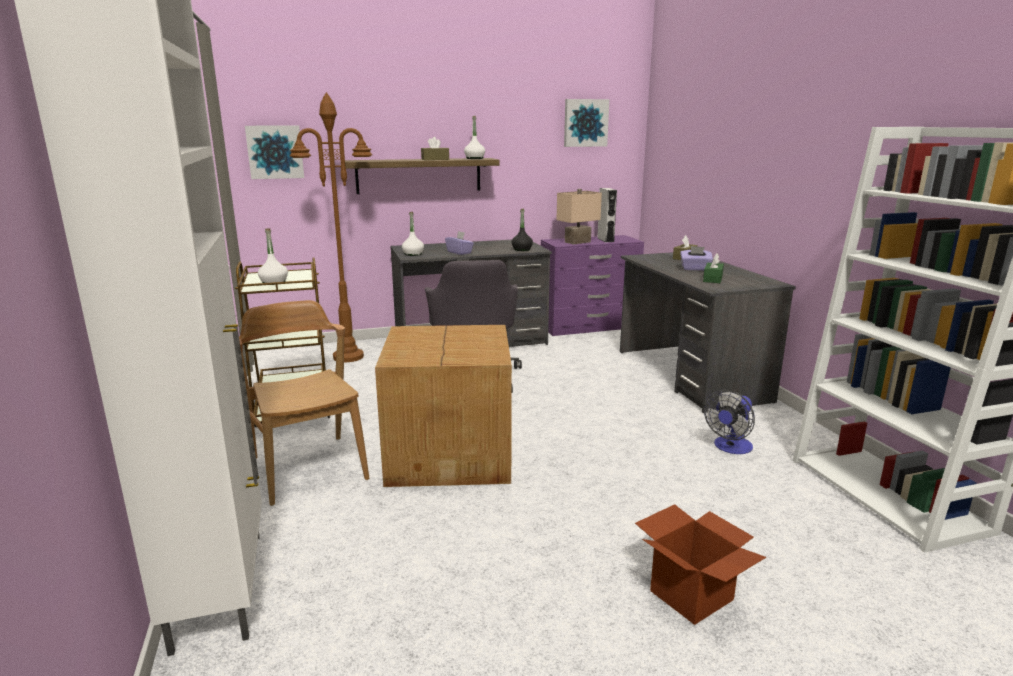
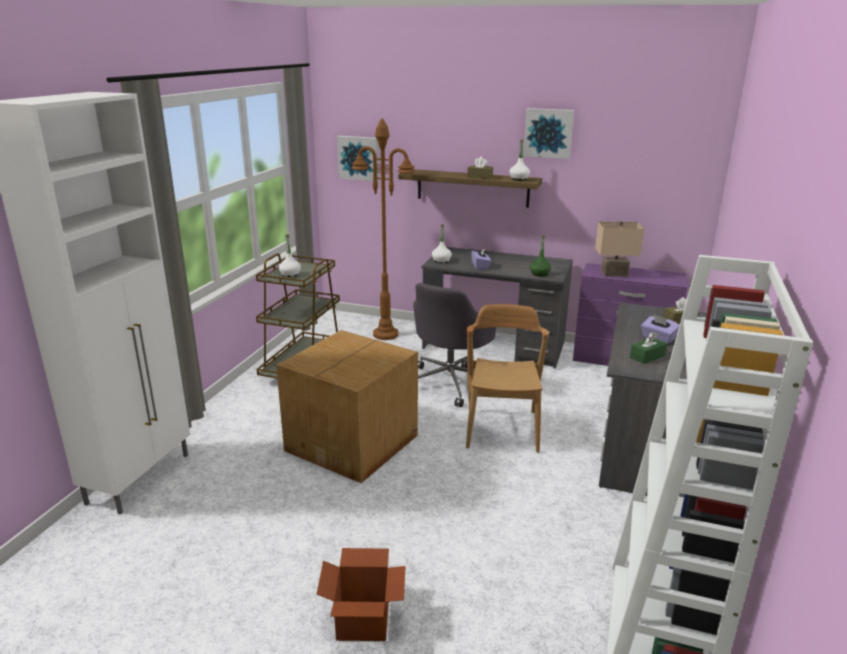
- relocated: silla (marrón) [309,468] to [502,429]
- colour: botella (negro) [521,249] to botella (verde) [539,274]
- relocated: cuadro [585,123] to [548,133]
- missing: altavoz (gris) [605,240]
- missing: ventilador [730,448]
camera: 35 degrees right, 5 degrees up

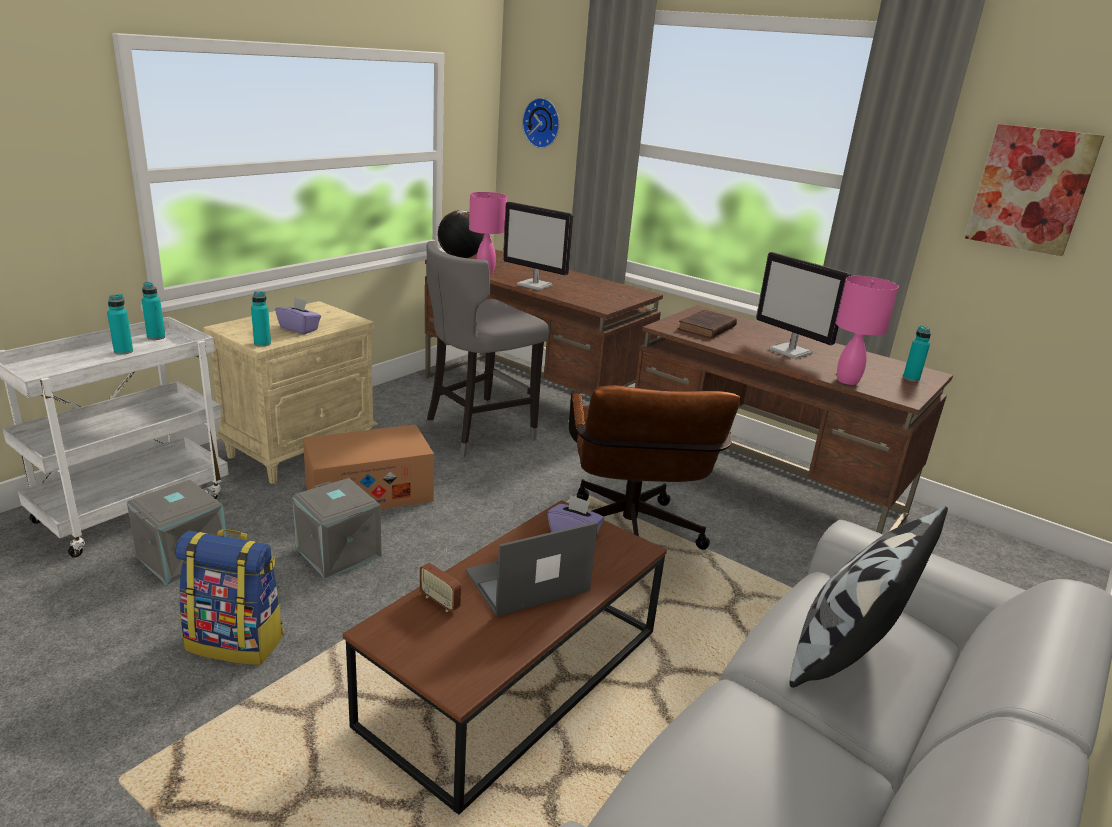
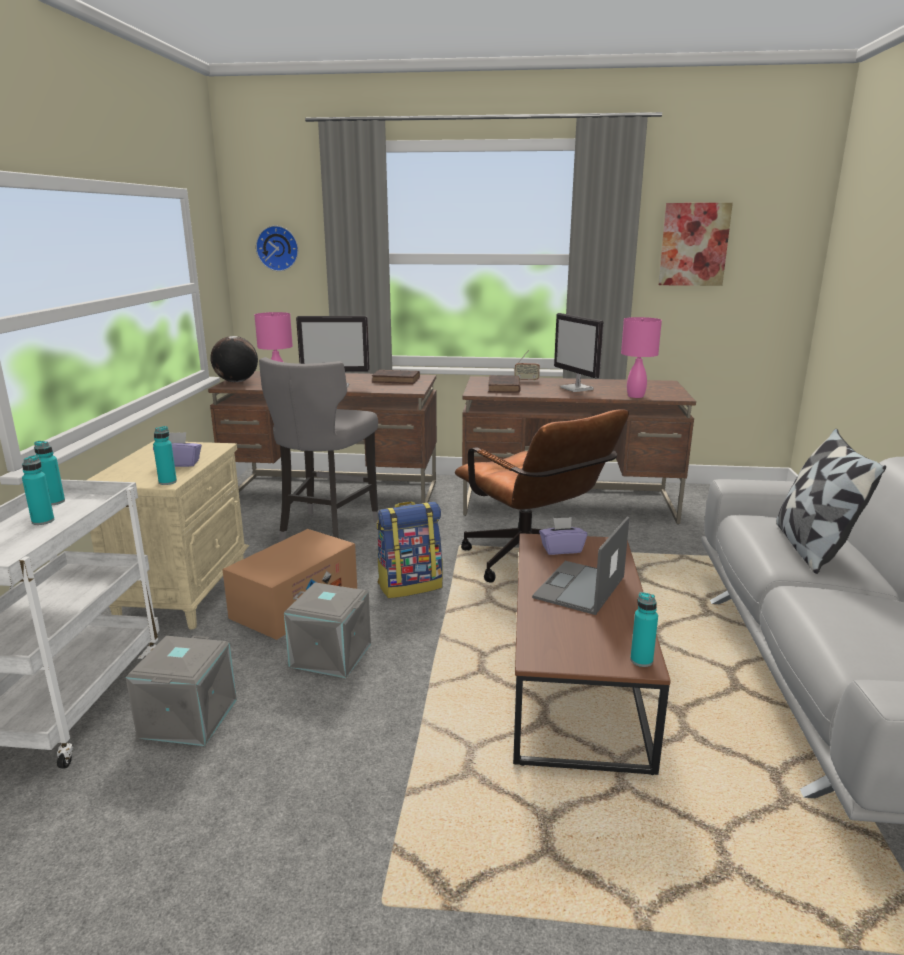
- relocated: mochila [237,642] to [410,585]
- relocated: radio [440,602] to [526,380]
- spun: monitor [791,352] = [577,388] 45 degrees clockwise
- relocated: botella (turquesa) [911,378] to [641,660]
- appeared: libro (marrón) [397,380]
camera: 30 degrees left, 5 degrees down

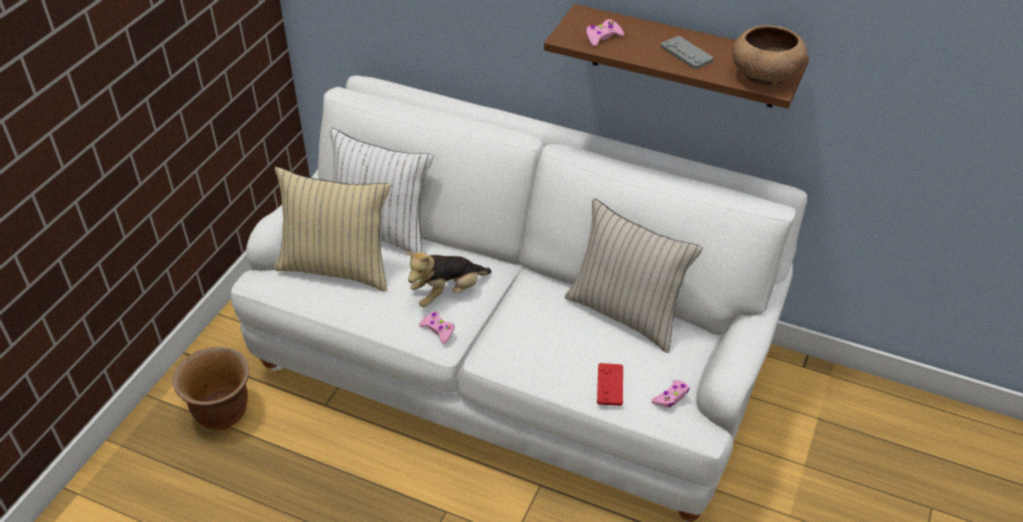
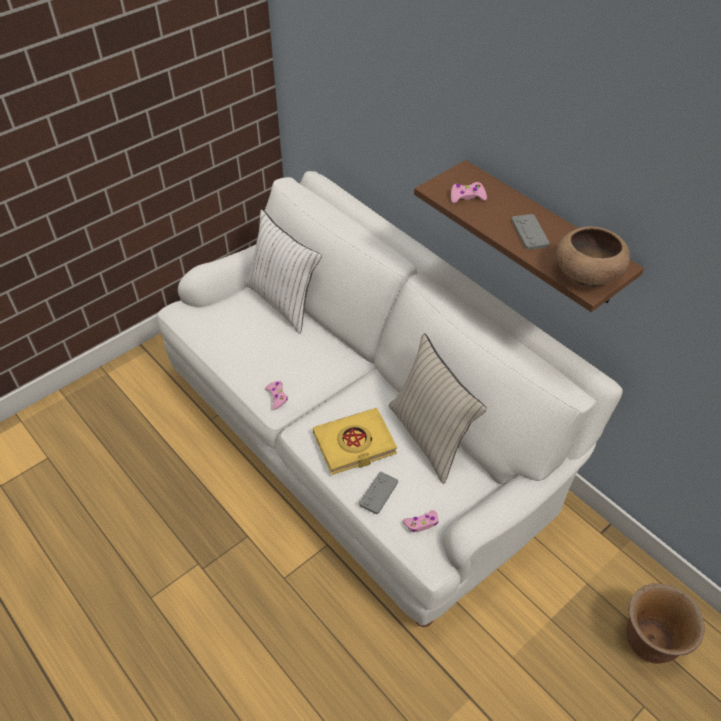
- relocated: maceta (marrón) [222,413] to [649,641]
- missing: cojín (beis) [337,268]
- missing: peluche [448,293]
- colour: mando de consola (rojo) [610,385] to mando de consola (gris) [378,493]
- appeared: libro (amarillo) [354,444]
camera: 25 degrees right, 5 degrees up

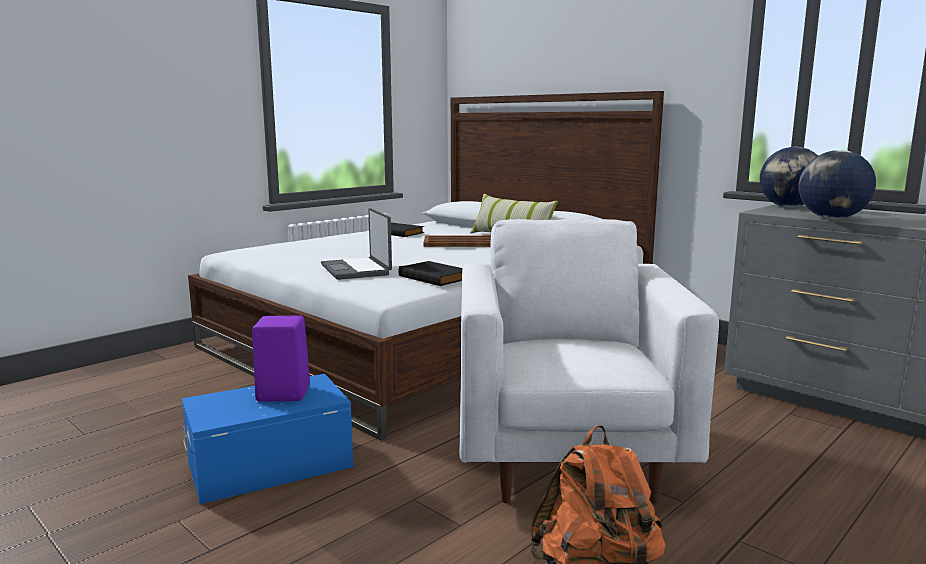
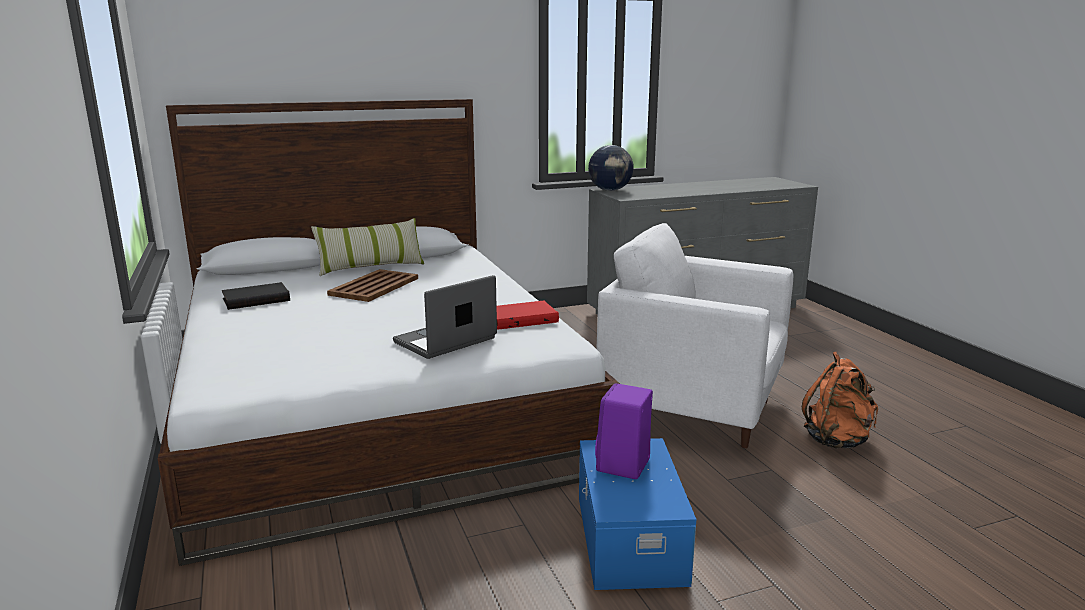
- spun: portátil [357,270] = [446,341] 135 degrees clockwise
- colour: libro (negro) [435,277] to libro (rojo) [521,318]
- missing: globo terráqueo [831,218]
camera: 65 degrees left, 5 degrees up

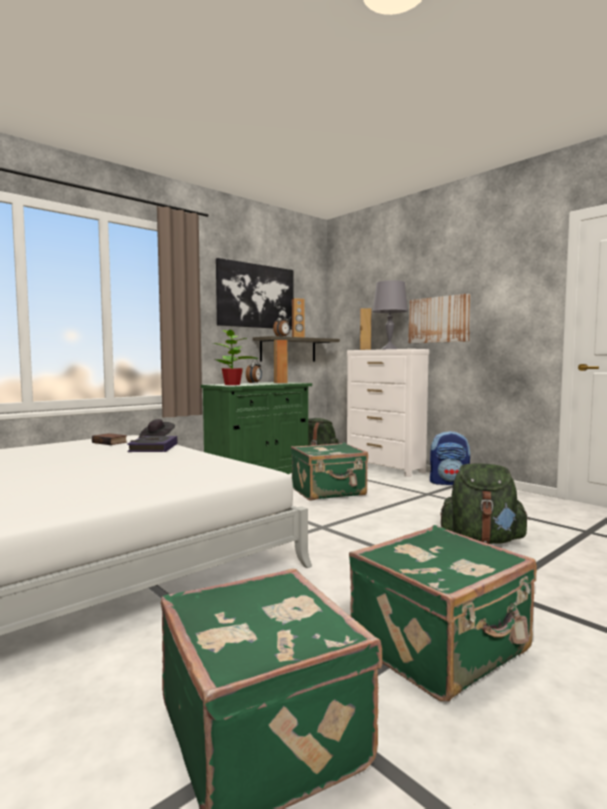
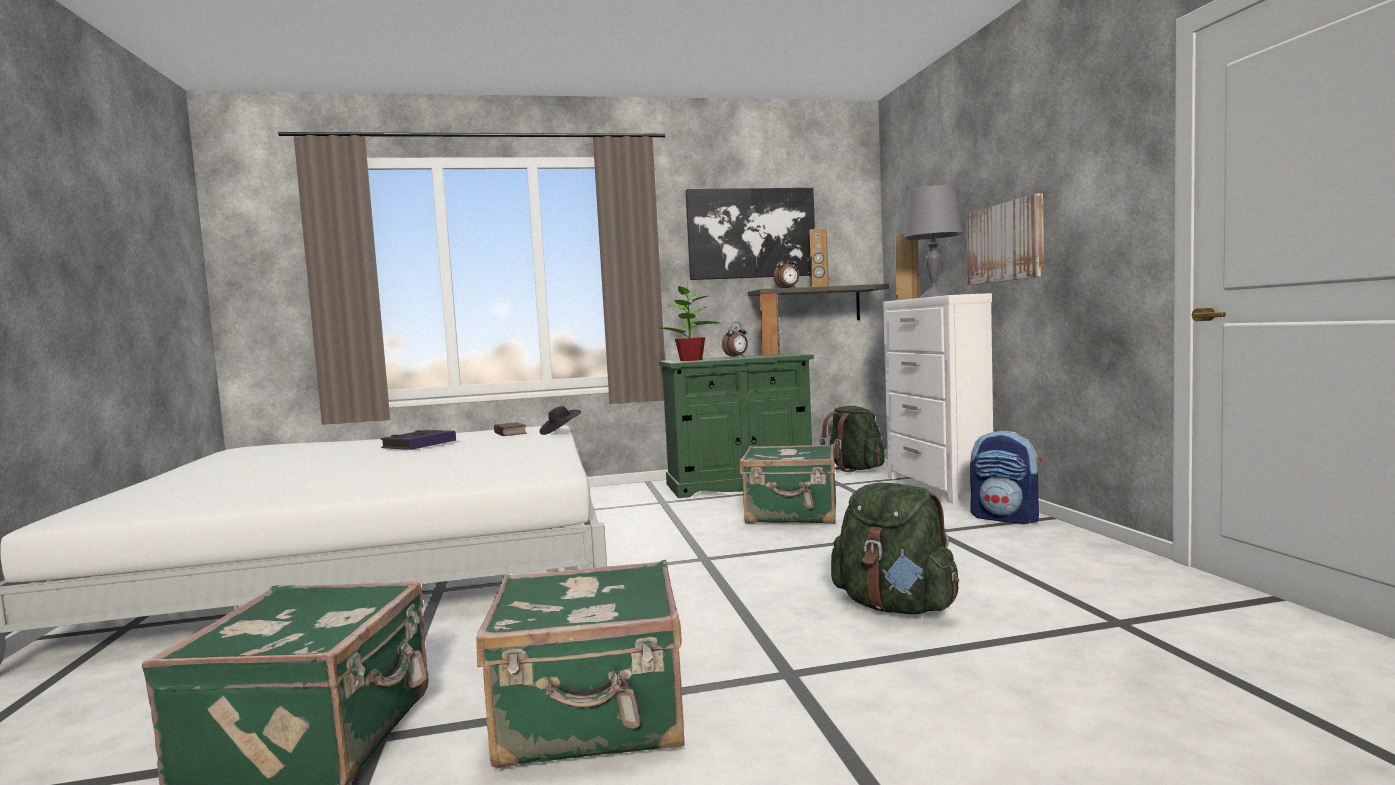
- relocated: libro [153,448] to [419,445]
camera: 30 degrees right, 0 degrees up

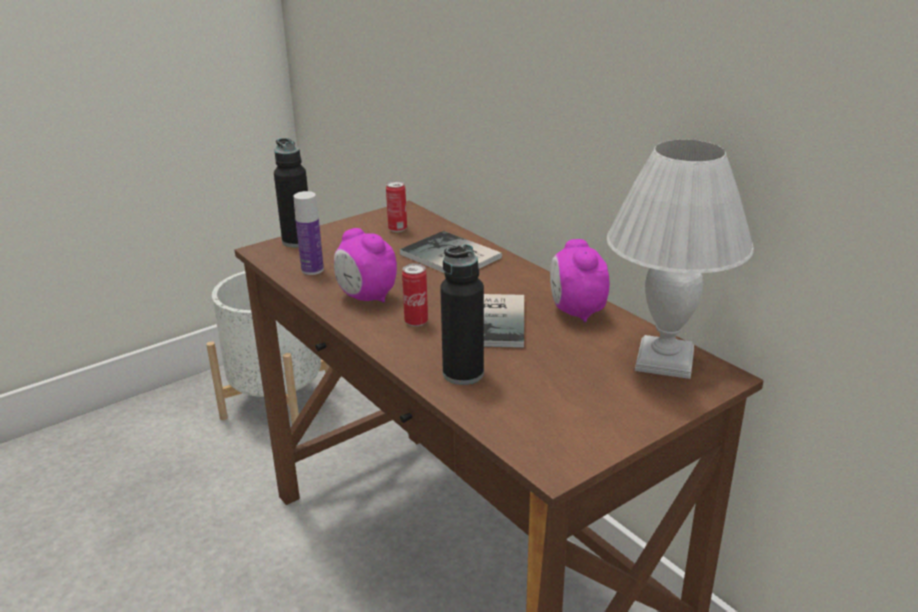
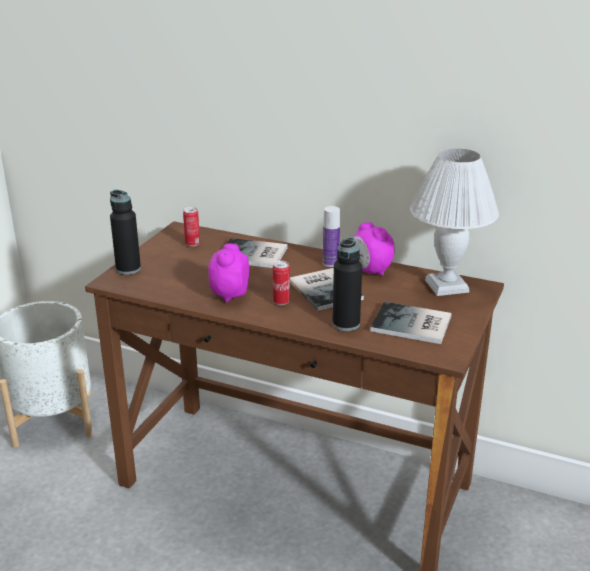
- relocated: botella [312,270] to [330,263]
- spun: despertador [366,297] = [229,295] 90 degrees clockwise
- appeared: libro [413,325]
camera: 30 degrees left, 0 degrees up

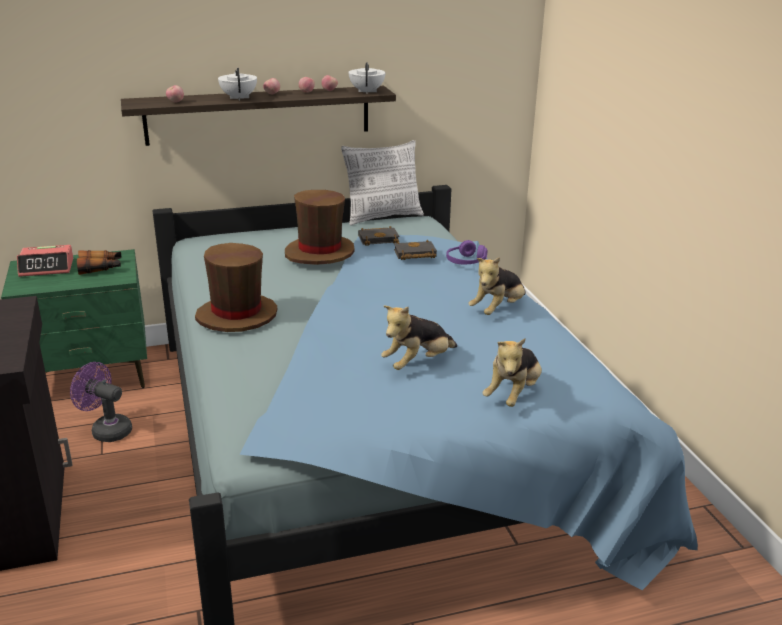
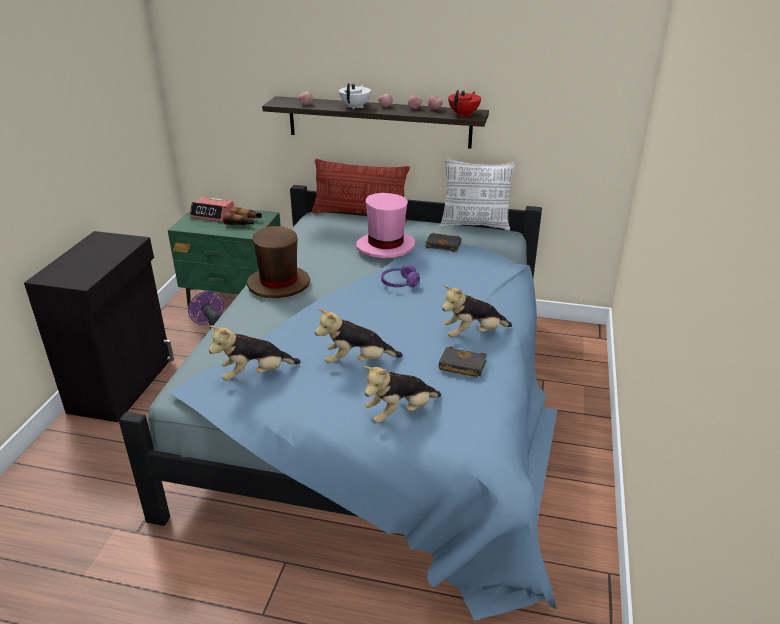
- colour: sombrero (marrón) [320,253] to sombrero (rosa) [385,246]
- colour: tetera (blanco) [367,91] to tetera (rojo) [464,114]
- relocated: libro (negro) [414,254] to [460,366]
- relocated: auriculares (morado) [465,262] to [399,283]
- appeared: peluche [255,374]
- appeared: cojín [360,214]
camera: 30 degrees right, 5 degrees up

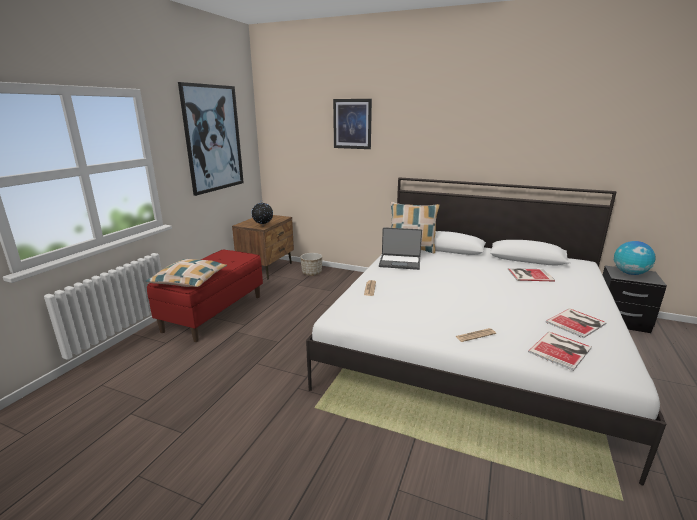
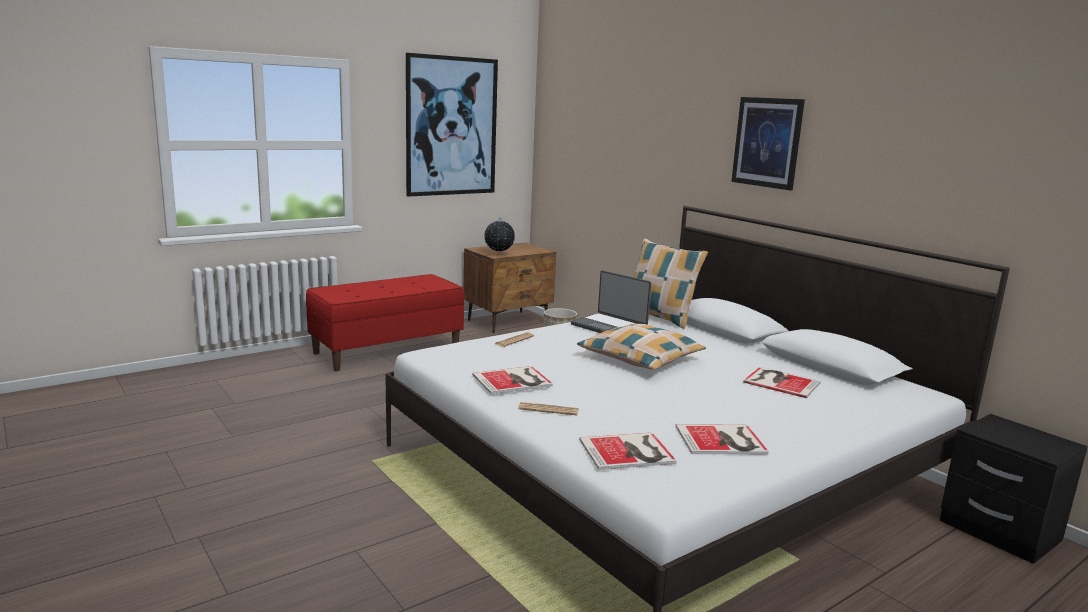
- relocated: cojín [189,280] to [640,358]
- relocated: cuadro [352,124] to [767,142]
- missing: globo terráqueo [629,273]
- appeared: libro [514,380]
camera: 30 degrees right, 5 degrees down

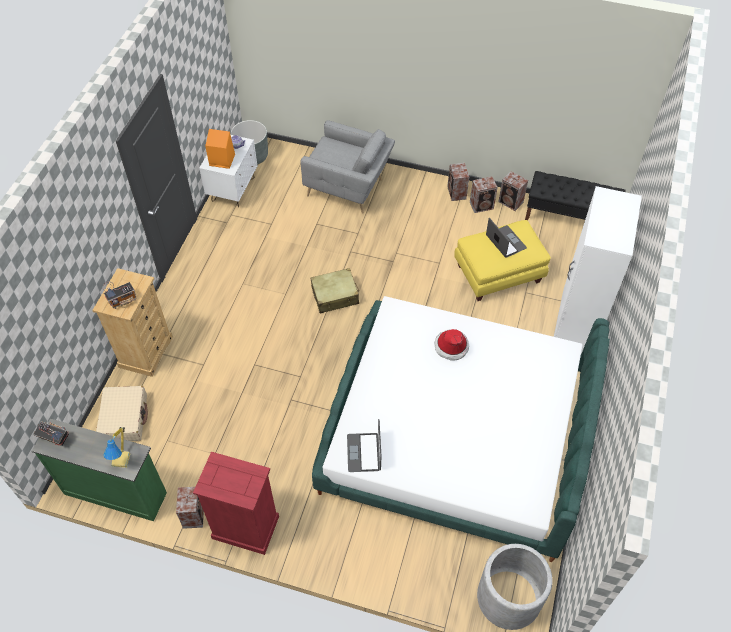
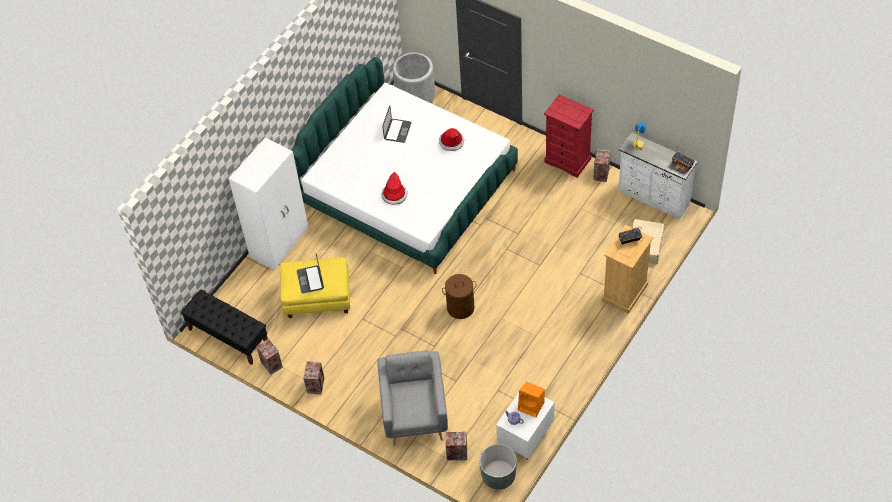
- colour: cómoda (verde) [115,492] to cómoda (blanco) [653,198]
- spun: sillón (gris) [348,189] = [415,413] 45 degrees clockwise
- exchanged: maleta (beis) [335,296] to cesto de la ropa (marrón) [460,308]
- relocated: portátil [364,452] to [397,131]
- relocated: altavoz [482,205] to [456,453]
- appeared: sombrero [451,142]
camera: 160 degrees left, 0 degrees up

